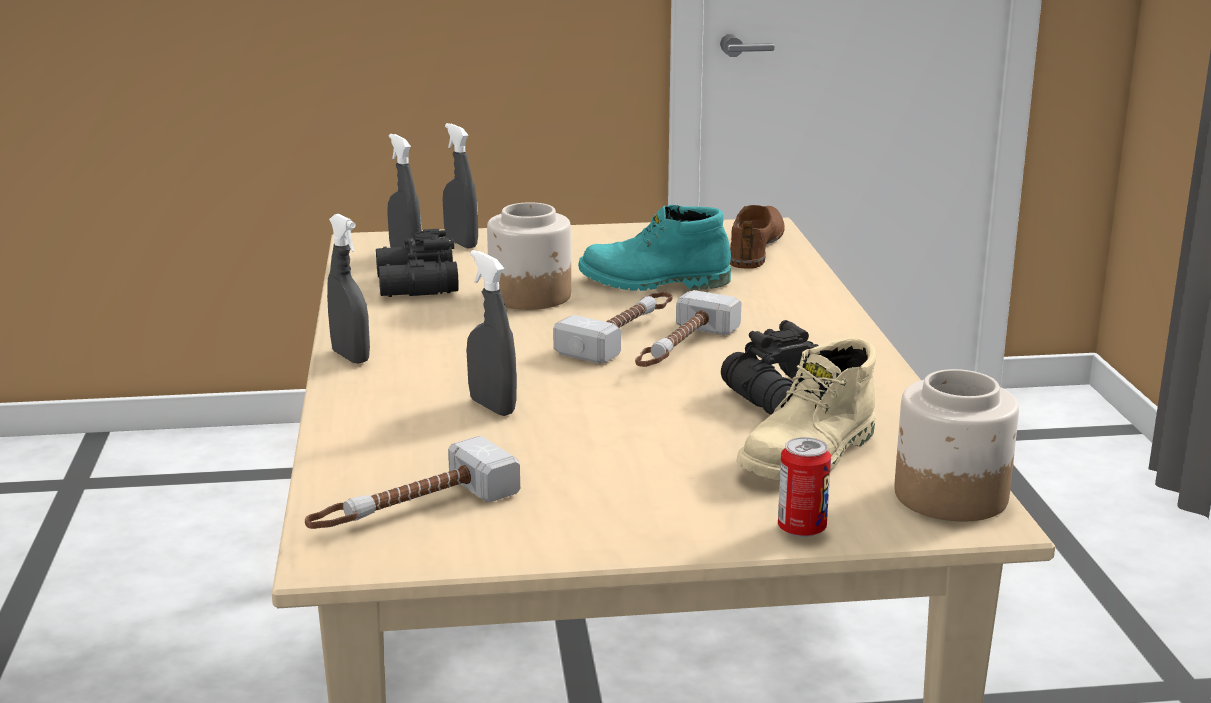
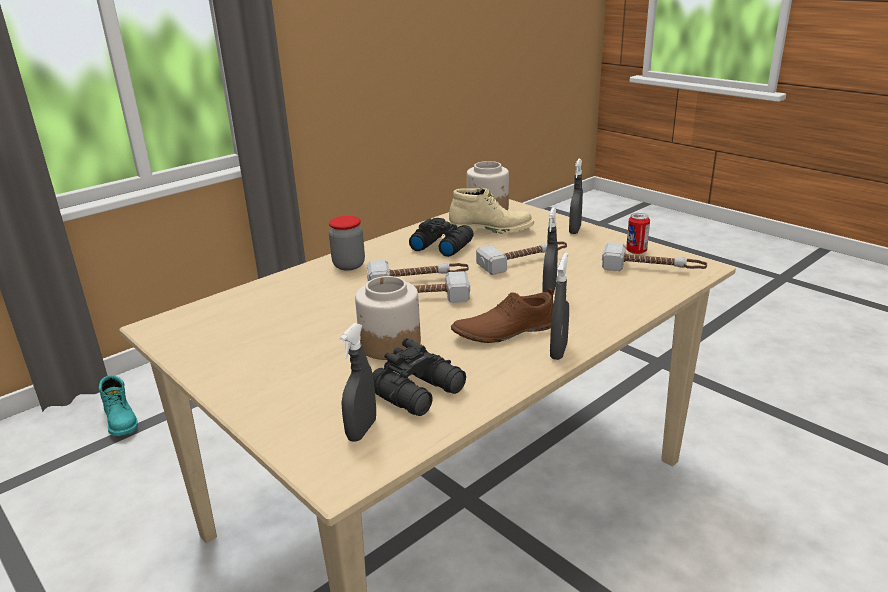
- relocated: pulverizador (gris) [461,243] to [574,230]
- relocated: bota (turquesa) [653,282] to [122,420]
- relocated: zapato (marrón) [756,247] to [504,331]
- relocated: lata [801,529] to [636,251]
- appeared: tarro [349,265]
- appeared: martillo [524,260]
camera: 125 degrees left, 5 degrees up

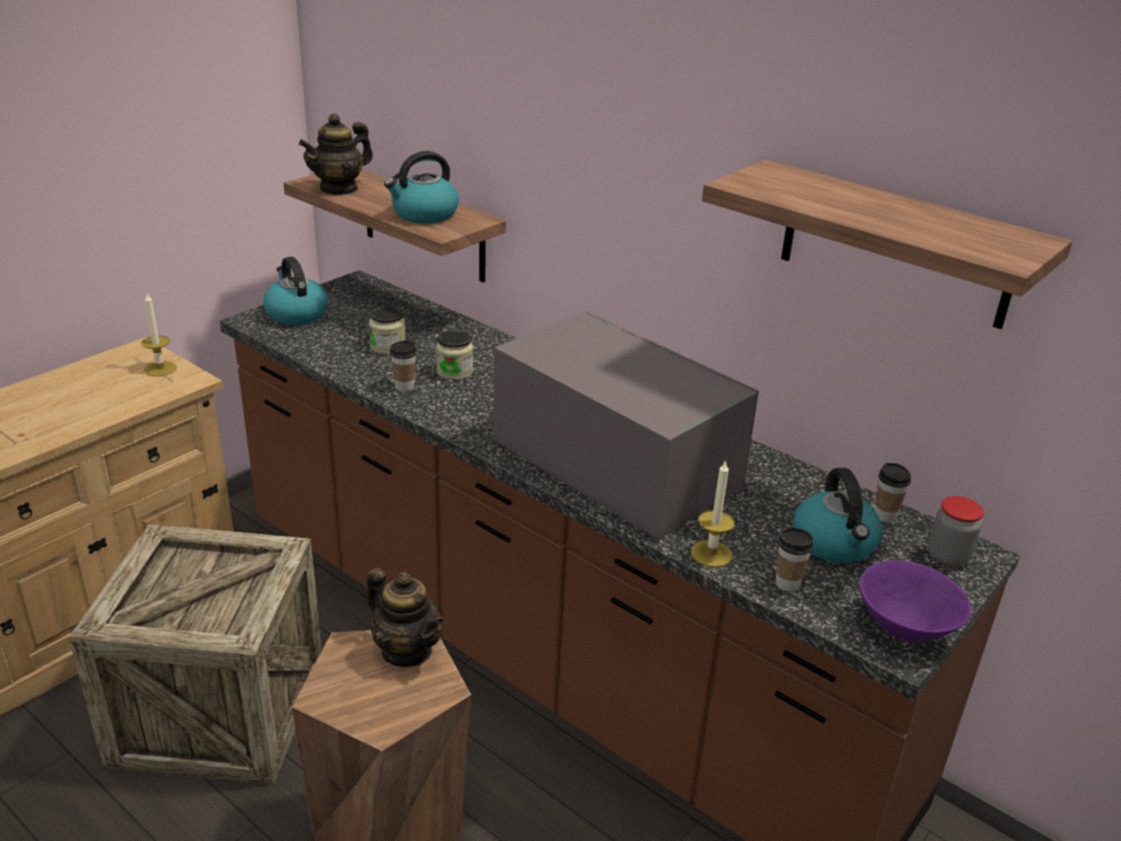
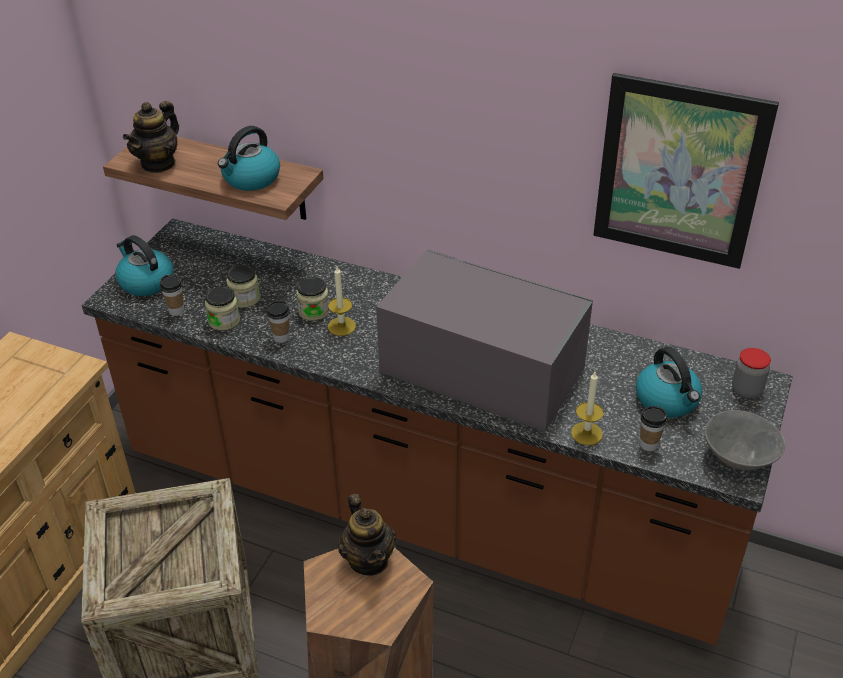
- relocated: vela [160,369] to [341,326]
- spun: tetera [407,650] = [369,560] 45 degrees clockwise
- exchanged: estante [896,244] to cuadro [679,172]
- colour: cuenco (morado) [905,628] to cuenco (gris) [739,459]
- relocated: taza [885,516] to [176,311]
- appeared: tarro [224,321]
camera: 15 degrees left, 10 degrees up

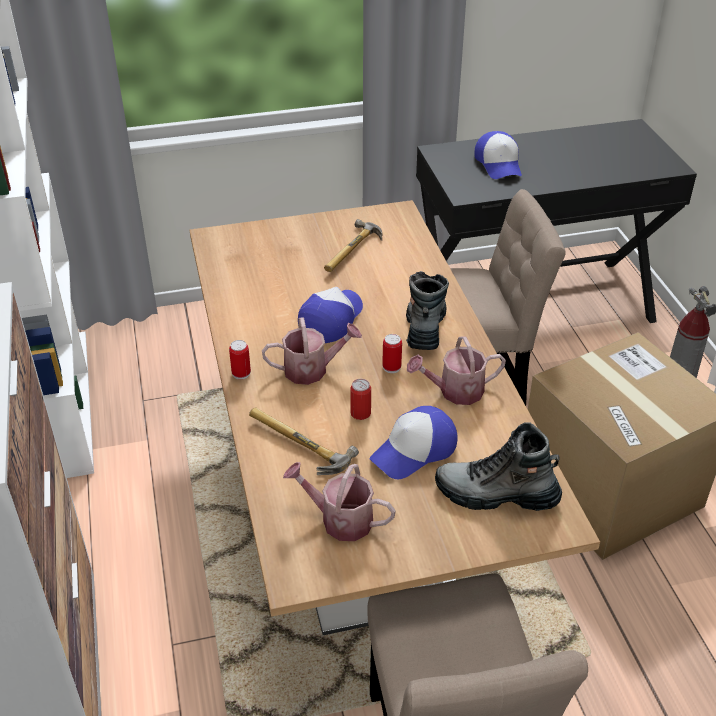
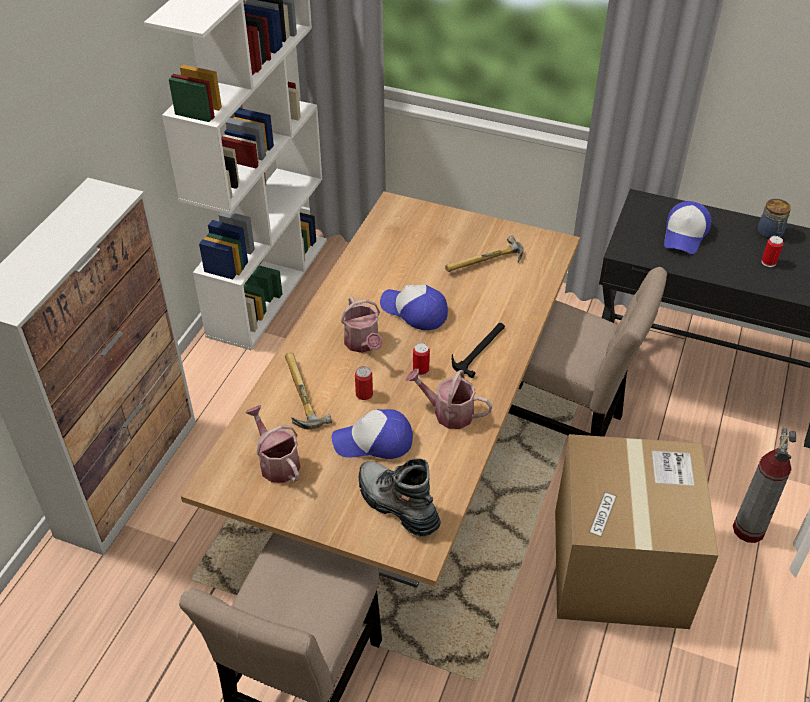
- relocated: lata [241,373] to [768,262]
- spun: regadera [312,369] = [363,344] 45 degrees clockwise
- spun: gorra [331,319] = [414,311] 120 degrees counterclockwise
- exchanged: bota [425,325] to martillo [479,349]
- appeared: tarro [770,234]
camera: 35 degrees right, 5 degrees up

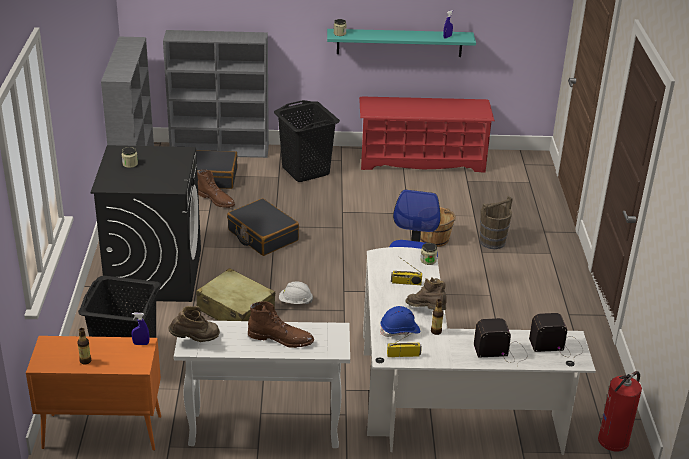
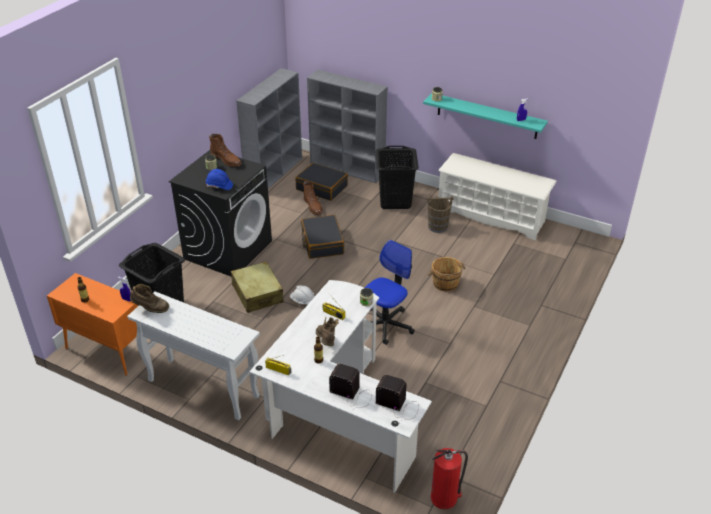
- relocated: bota (marrón) [281,338] to [227,160]
- colour: zapatero (rojo) [422,160] to zapatero (blanco) [491,216]
- relocated: casco (azul) [400,330] to [219,186]
- relocated: cubo (marrón) [492,241] to [438,227]
camera: 30 degrees right, 5 degrees up

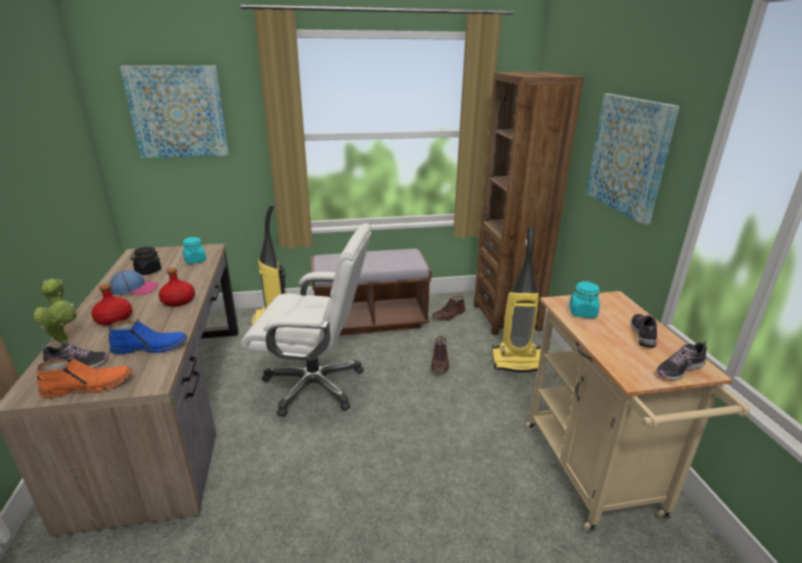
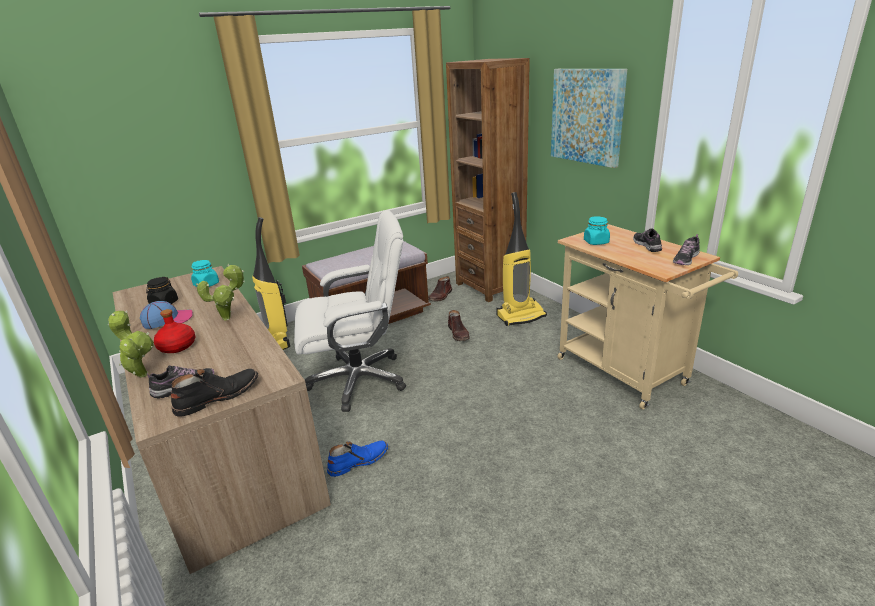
- colour: bota (naranja) [89,385] to bota (negro) [218,397]
- relocated: bota (azul) [150,347] to [358,461]
- missing: cuadro [178,112]
- exchanged: botella (rojo) [178,301] to planta en maceta [229,318]
camera: 20 degrees left, 0 degrees up

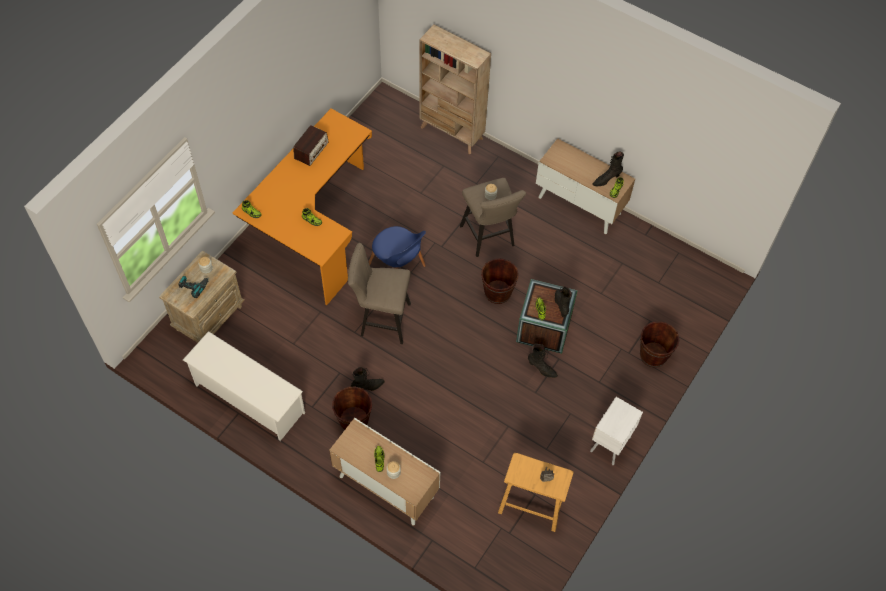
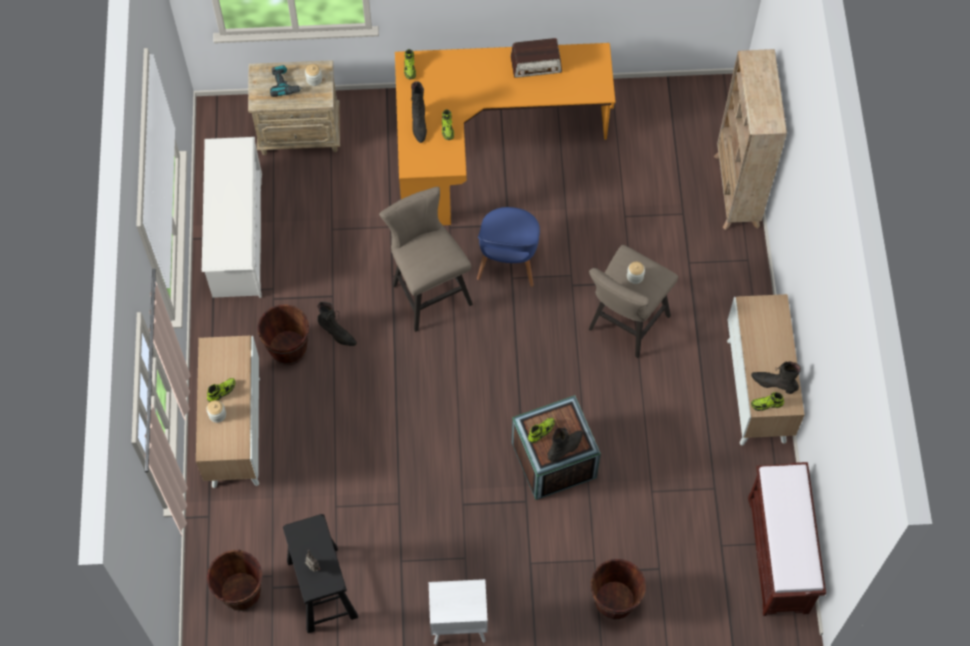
- relocated: cubo (marrón) [497,292] to [241,592]
- colour: taburete (beis) [531,504] to taburete (negro) [322,588]
- relocated: bota (negro) [542,369] to [419,124]
- appeared: banco (marrón) [779,555]
camera: 55 degrees right, 5 degrees up

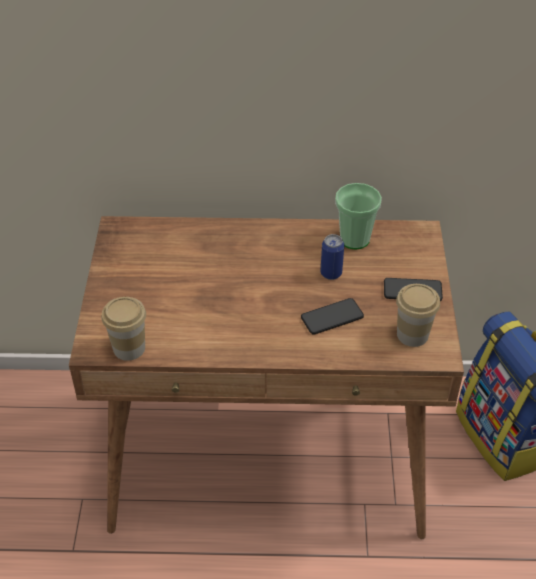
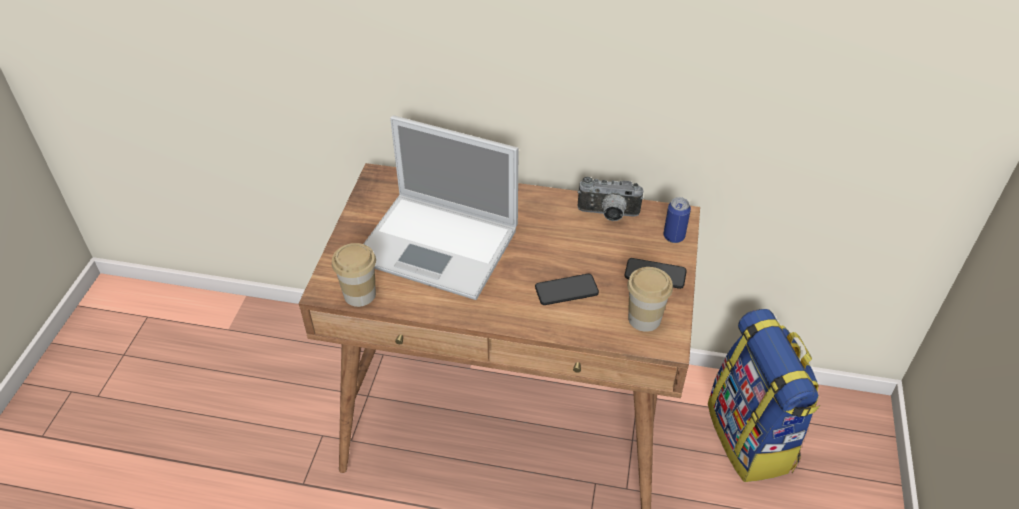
- relocated: lata [331,273] to [674,236]
- exchanged: taza [354,239] to cámara [608,215]
- appeared: portátil [440,245]
camera: 10 degrees right, 0 degrees up

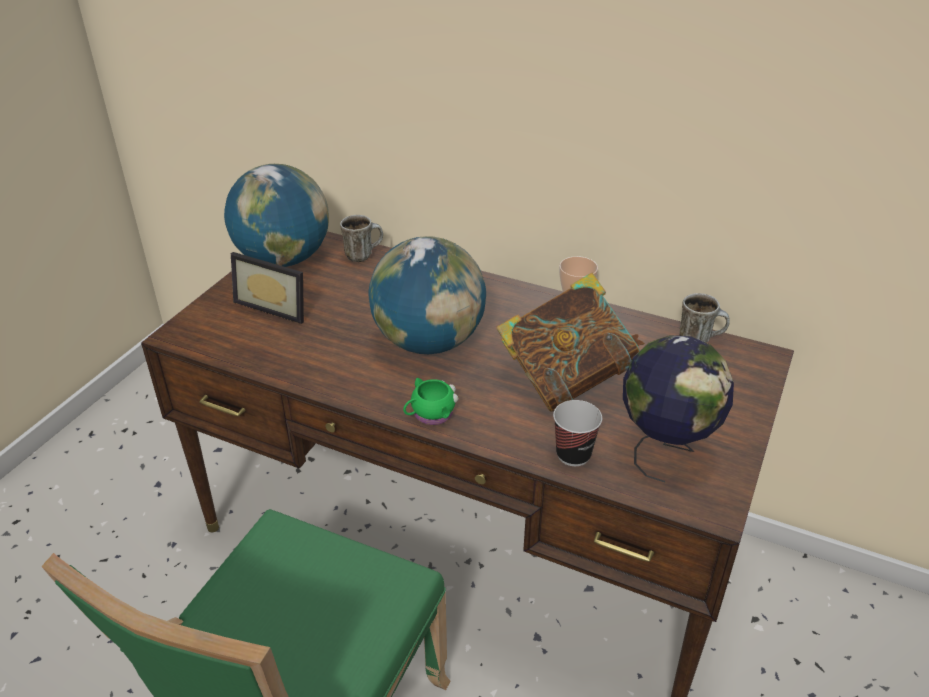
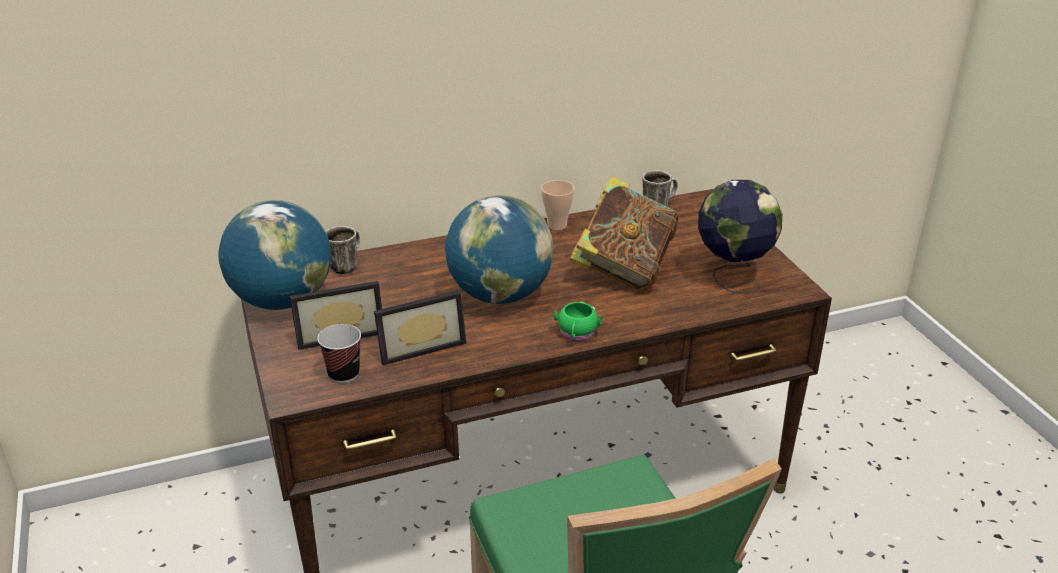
- relocated: taza [573,454] to [343,374]
- appeared: portarretratos [419,346]
camera: 45 degrees left, 5 degrees down

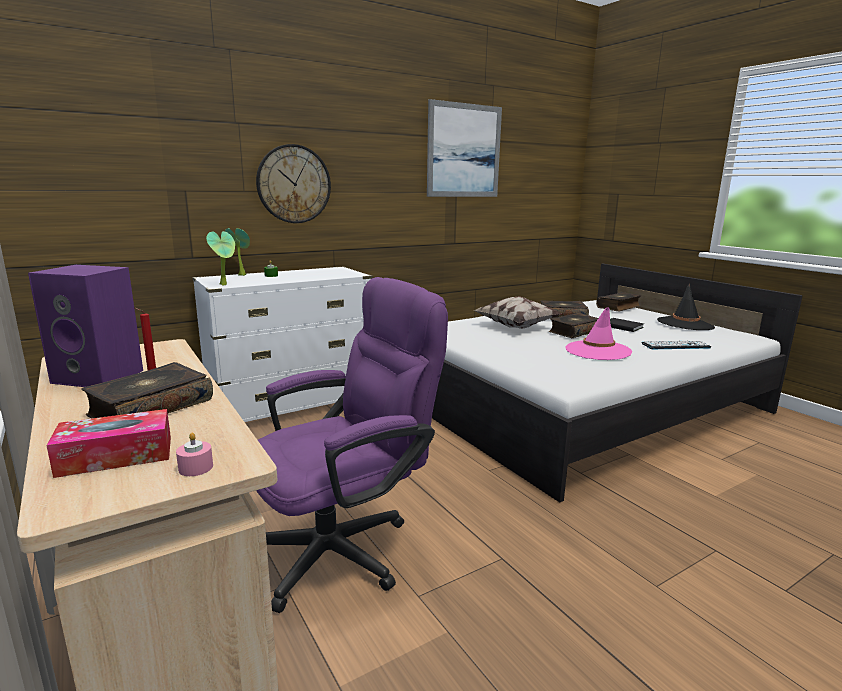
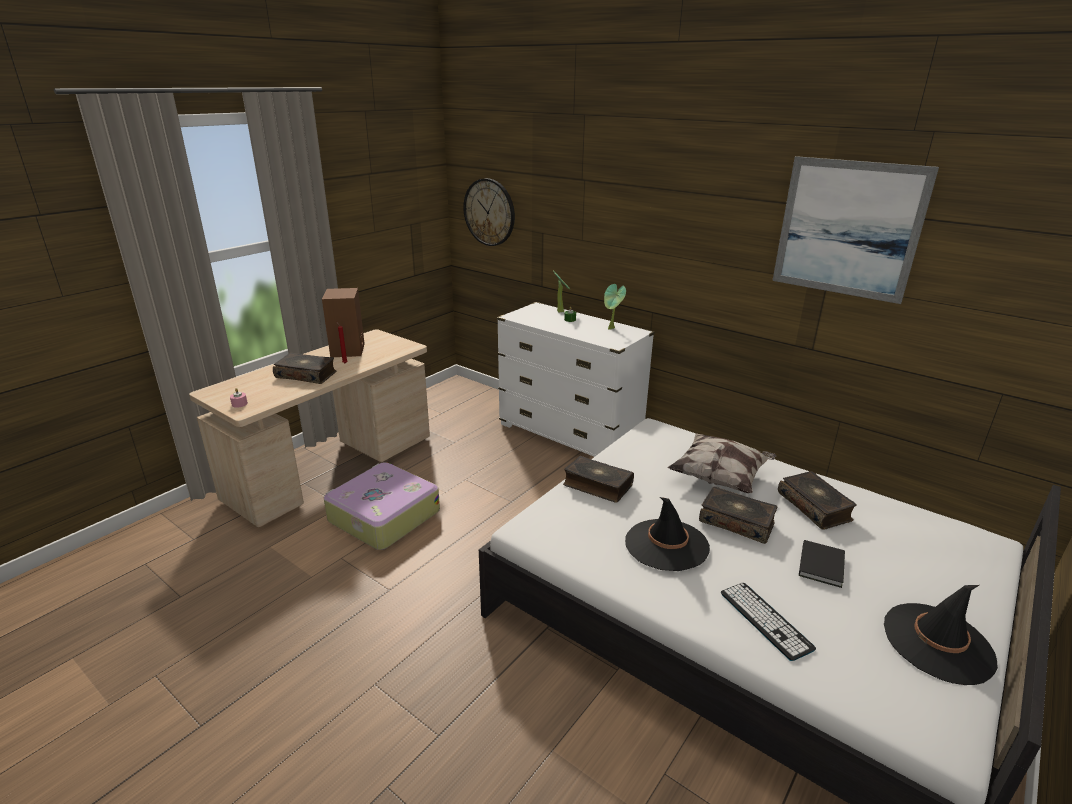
- colour: altavoz (morado) [101,376] to altavoz (marrón) [348,350]
- missing: caja de pañuelos [116,456]
- relocated: planta en maceta [225,284] to [611,329]
- relocated: reloj de pared [294,184] to [489,212]
- exchanged: silla de oficina (morado) [345,546] to maleta [383,516]
- colour: sombrero (rosa) [598,351] to sombrero (negro) [666,545]
- relocated: libro [619,307] to [597,485]
camera: 70 degrees right, 10 degrees up

